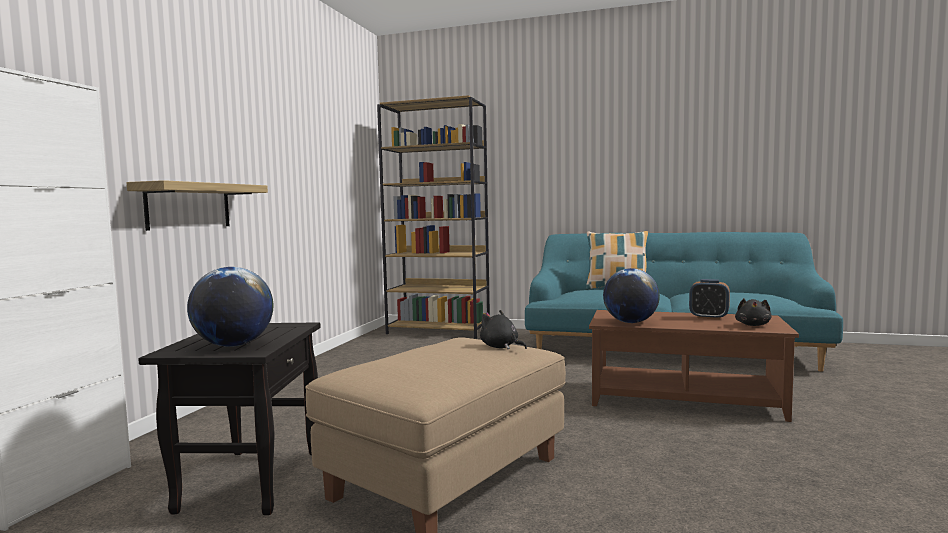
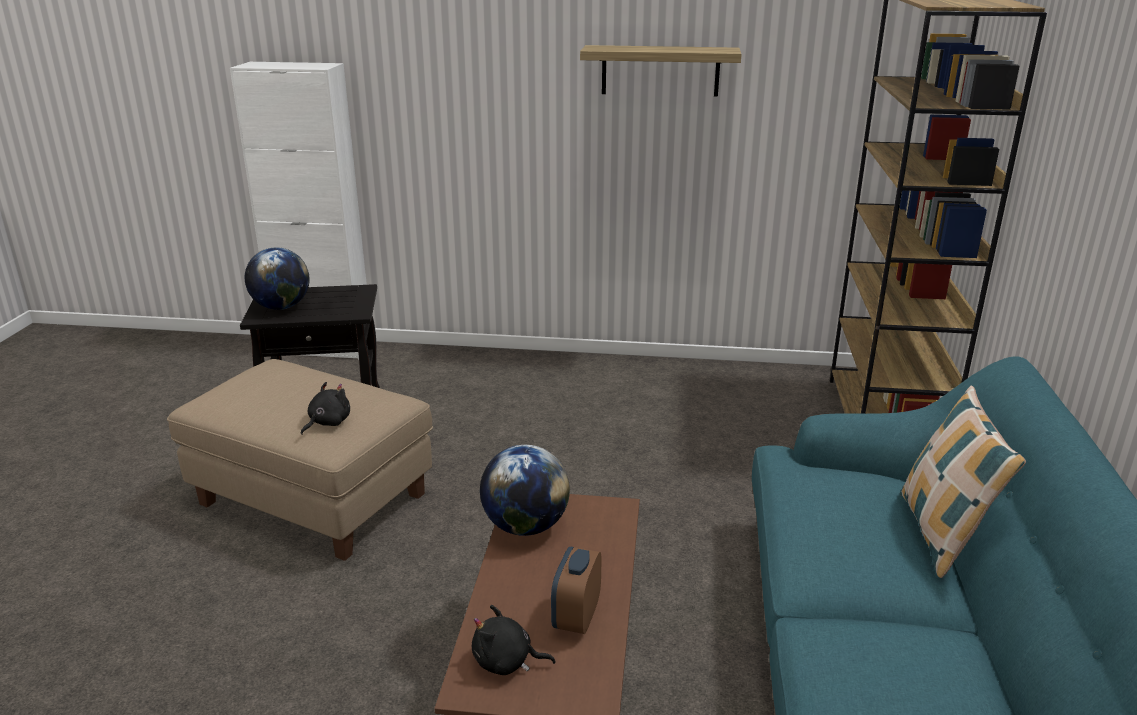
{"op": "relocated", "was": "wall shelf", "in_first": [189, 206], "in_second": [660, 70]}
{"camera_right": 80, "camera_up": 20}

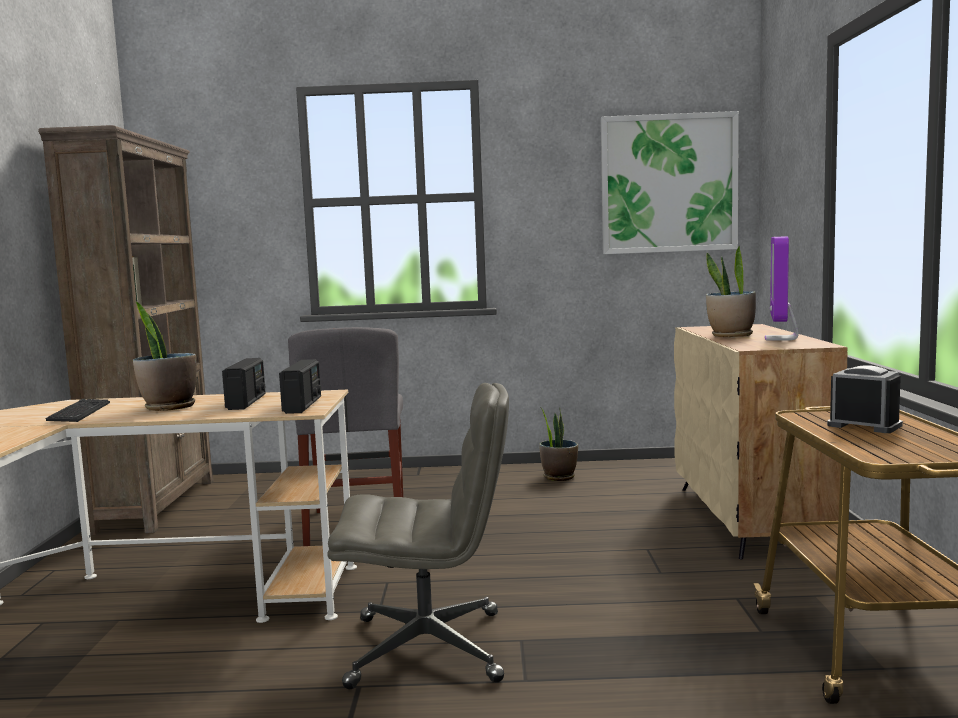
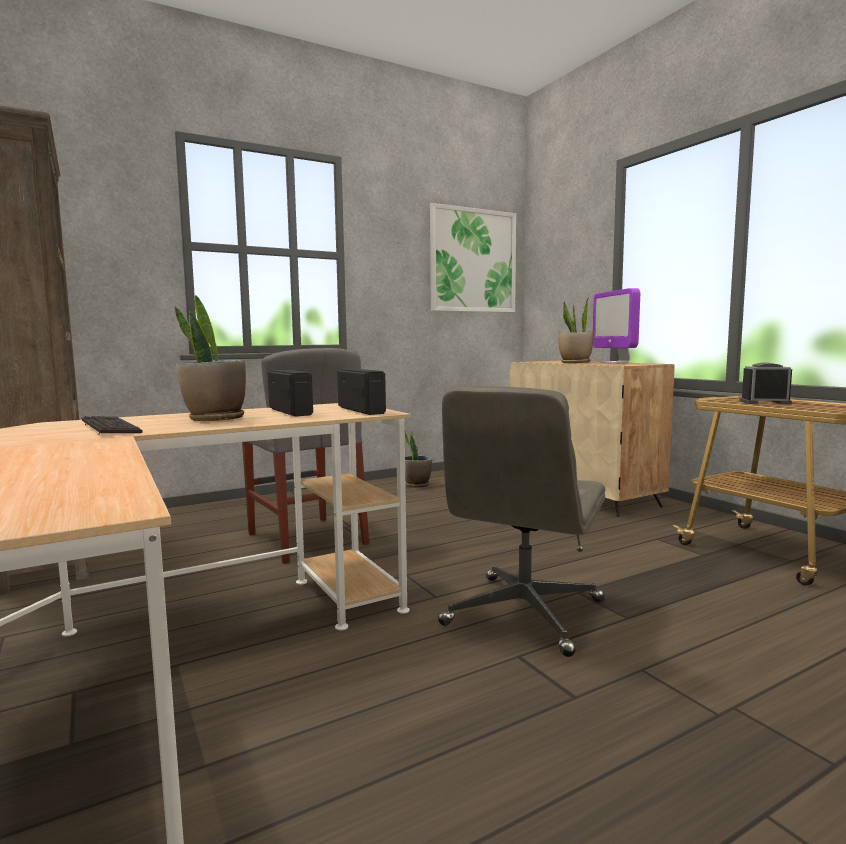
{"op": "spun", "was": "grey office chair", "in_first": [429, 648], "in_second": [524, 614], "clockwise": 150}
{"camera_right": -30, "camera_up": 0}

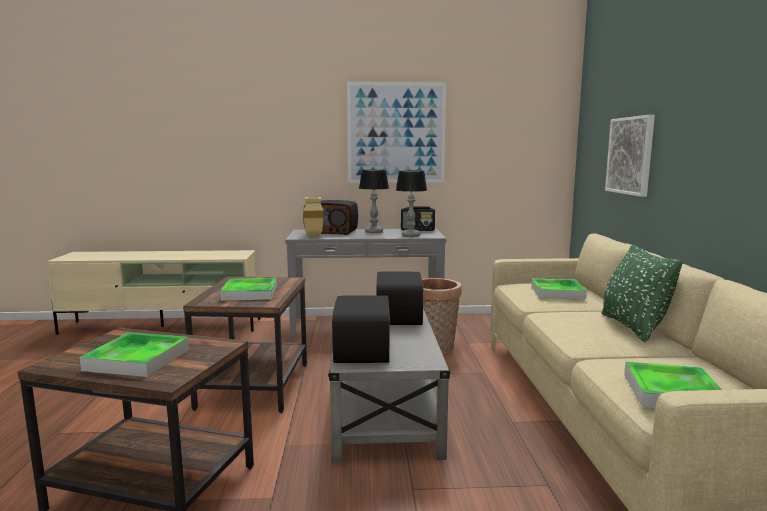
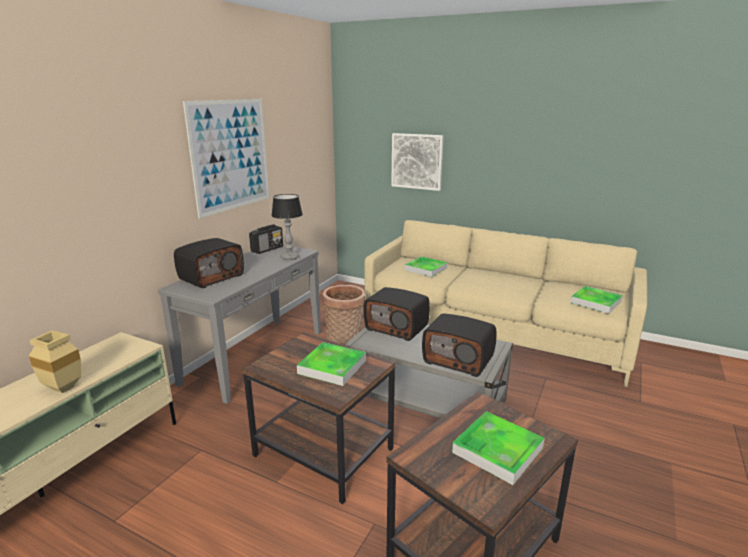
{"op": "missing", "was": "table lamp", "in_first": [373, 232]}
{"op": "relocated", "was": "sand-coloured flower vase", "in_first": [313, 236], "in_second": [61, 388]}
{"op": "missing", "was": "green-coloured pillow", "in_first": [633, 327]}
{"camera_right": -60, "camera_up": 10}

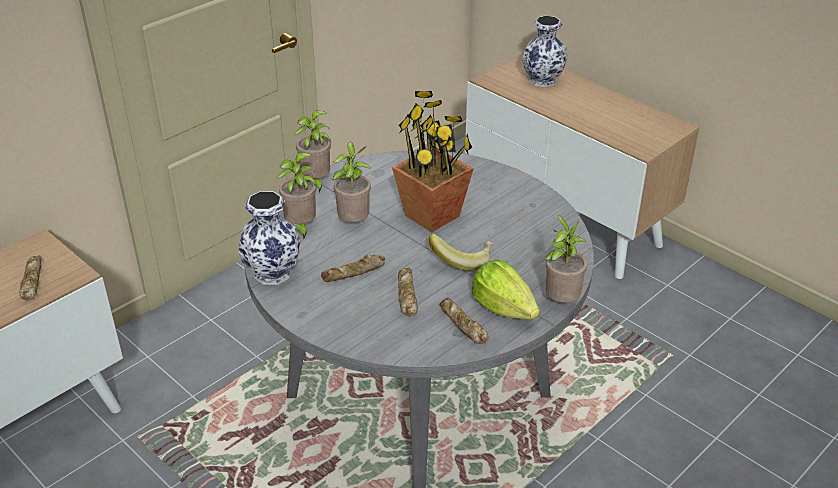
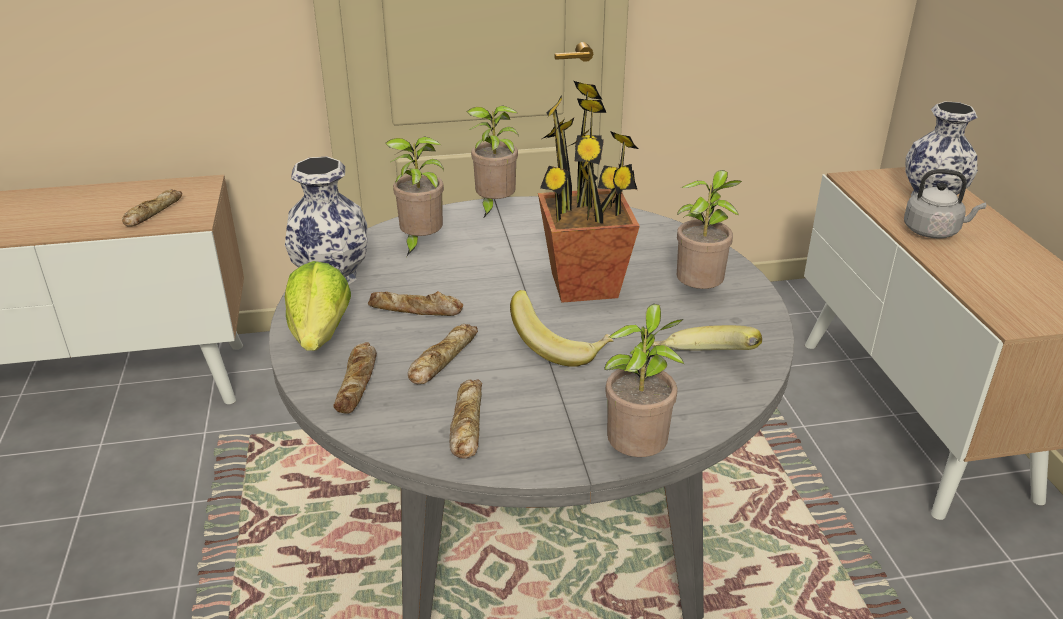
{"op": "relocated", "was": "potted plant", "in_first": [354, 222], "in_second": [700, 292]}
{"op": "relocated", "was": "lettuce head", "in_first": [503, 308], "in_second": [320, 334]}
{"op": "appeared", "now": "grey water kettle", "in_second": [934, 231]}
{"op": "appeared", "now": "whole banana", "in_second": [702, 364]}
{"op": "appeared", "now": "bread", "in_second": [357, 383]}
{"camera_right": 35, "camera_up": -5}

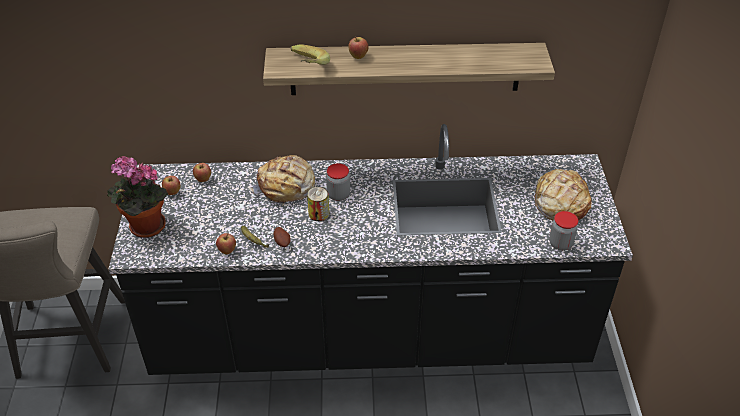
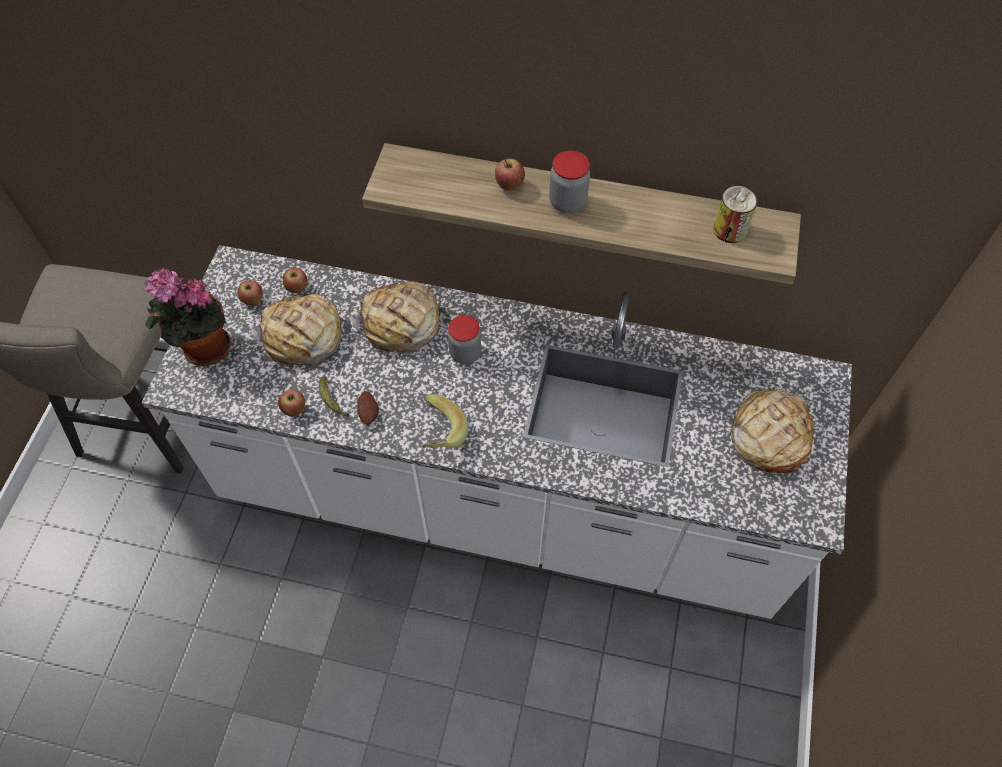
{"op": "relocated", "was": "whole banana", "in_first": [306, 67], "in_second": [437, 432]}
{"op": "colour", "was": "black-coloured counter", "now": "white counter", "in_first": [370, 335], "in_second": [501, 500]}
{"op": "relocated", "was": "sealed can", "in_first": [319, 214], "in_second": [730, 229]}
{"op": "relocated", "was": "preserve jar", "in_first": [560, 244], "in_second": [567, 202]}
{"op": "appeared", "now": "bread", "in_second": [302, 338]}
{"camera_right": 15, "camera_up": 15}

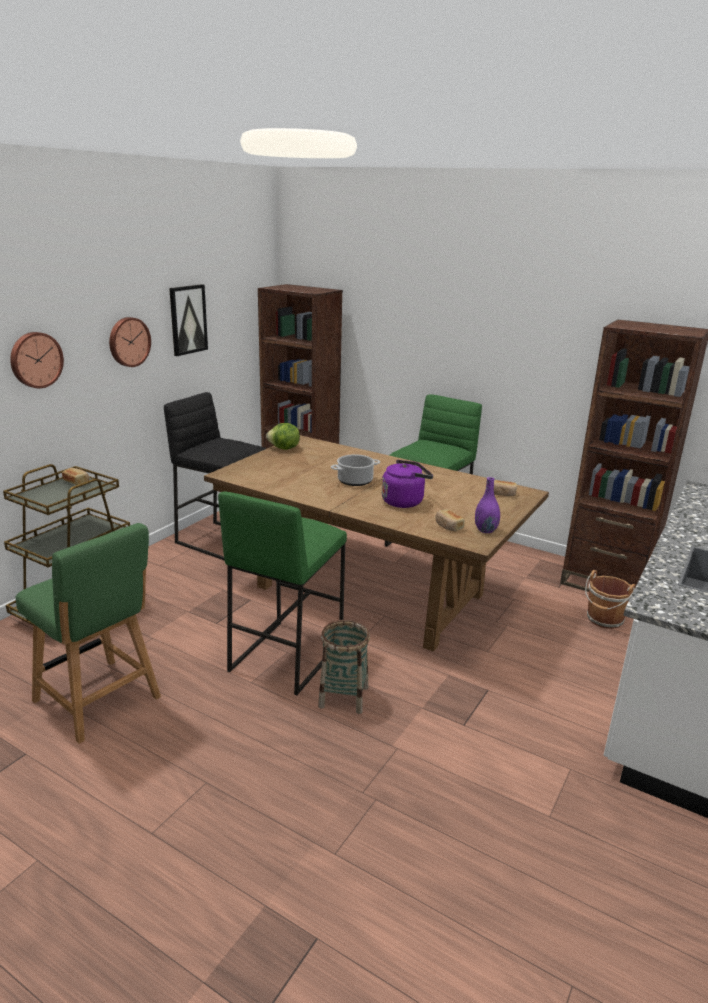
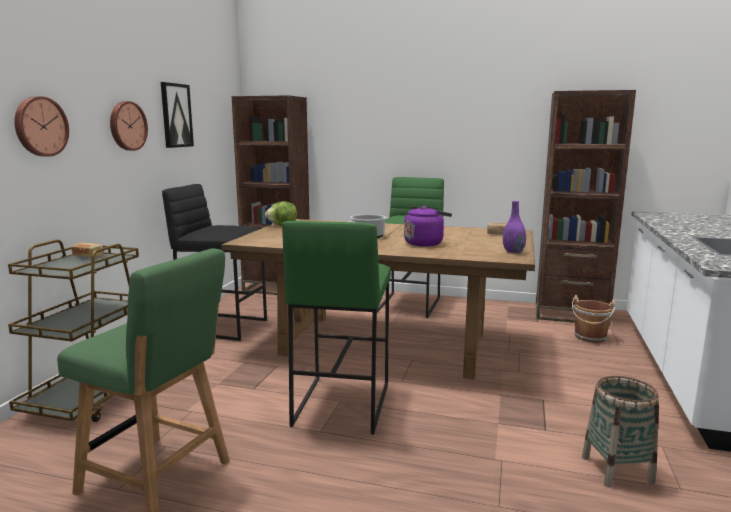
{"op": "missing", "was": "bread", "in_first": [448, 526]}
{"op": "relocated", "was": "basket", "in_first": [343, 697], "in_second": [617, 469]}
{"camera_right": -15, "camera_up": -10}

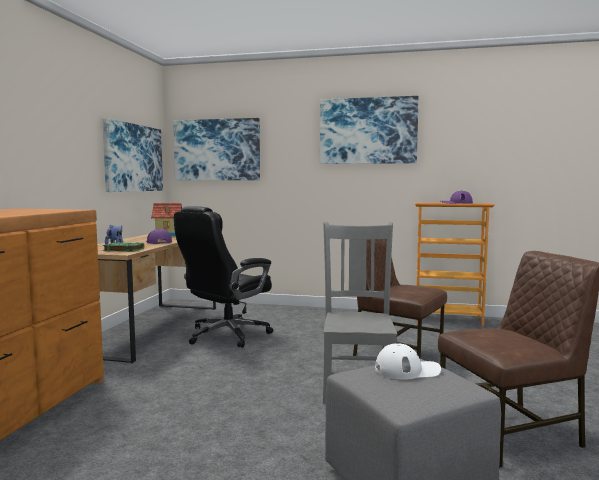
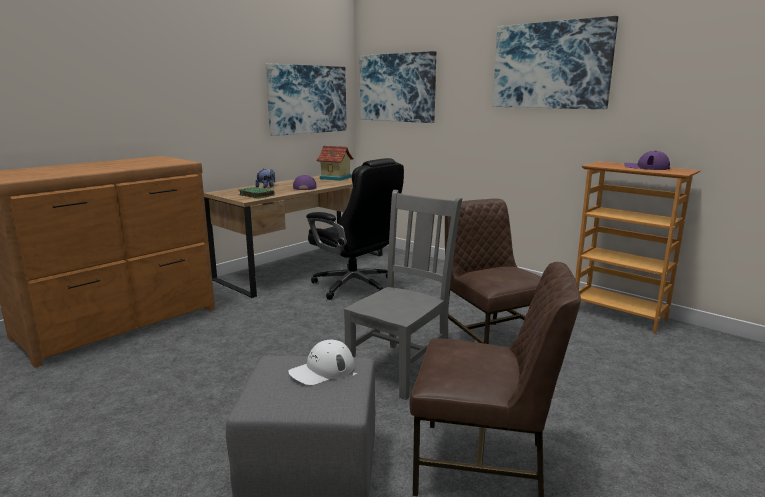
{"op": "spun", "was": "black-coloured office chair", "in_first": [226, 335], "in_second": [355, 286], "clockwise": -120}
{"op": "spun", "was": "white peaked cap", "in_first": [407, 370], "in_second": [322, 370], "clockwise": 120}
{"camera_right": 30, "camera_up": 10}

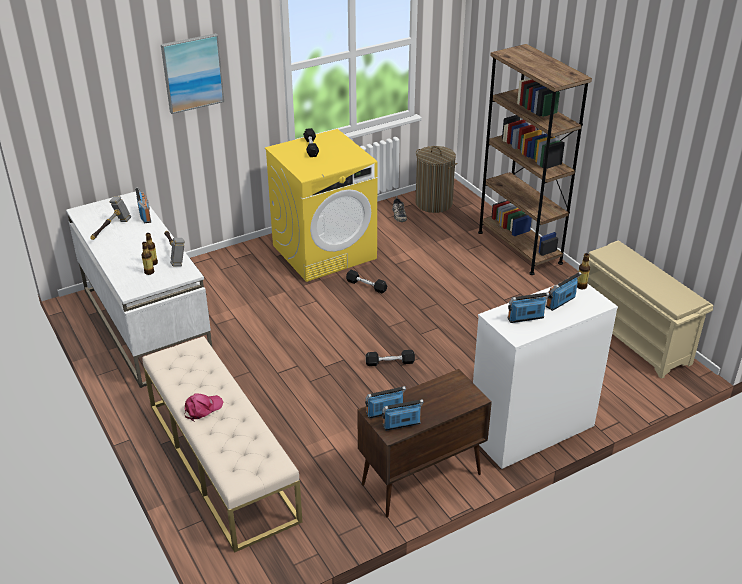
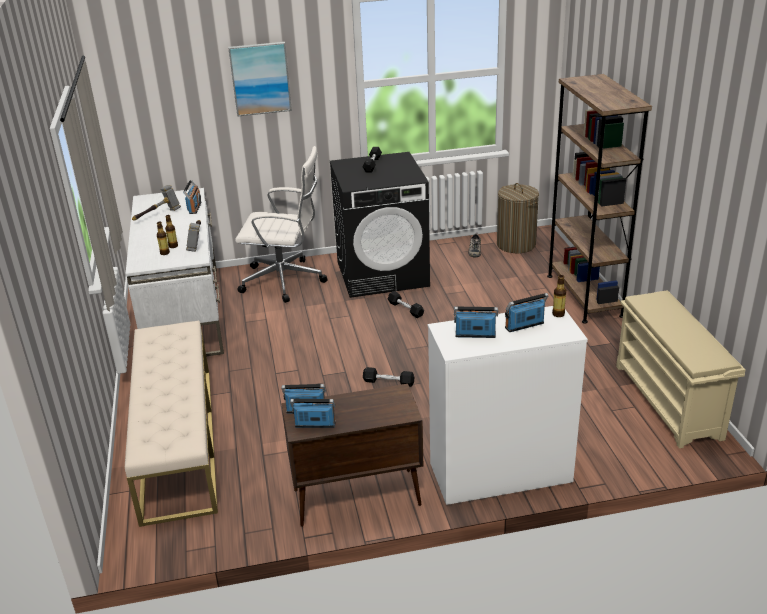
{"op": "colour", "was": "yellowish washing machine", "now": "black-coloured washing machine", "in_first": [324, 251], "in_second": [383, 274]}
{"op": "missing", "was": "pinkish peaked cap", "in_first": [202, 409]}
{"op": "appeared", "now": "white office chair", "in_second": [285, 281]}
{"camera_right": 20, "camera_up": -5}

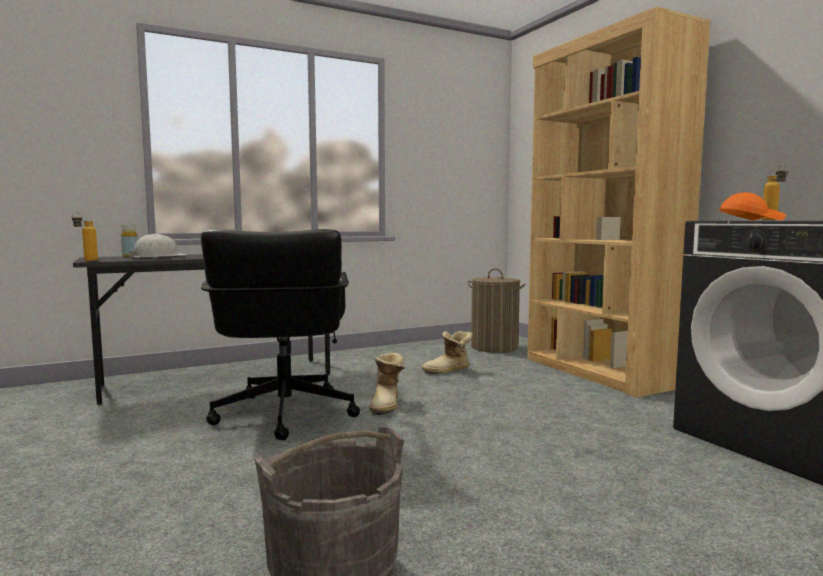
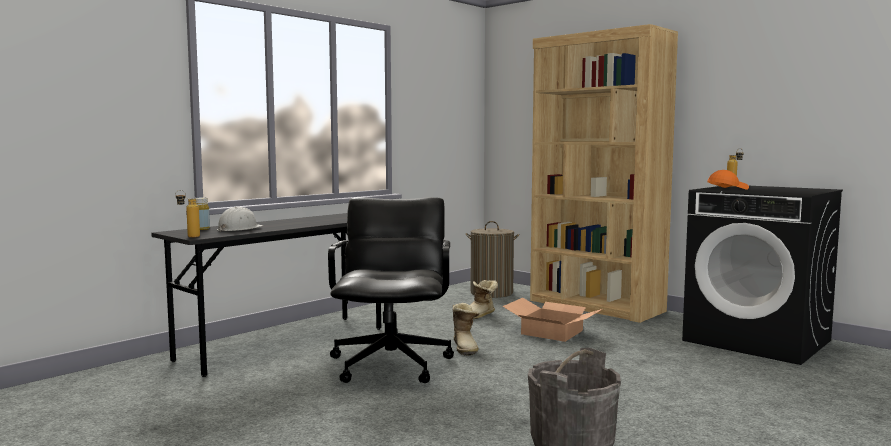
{"op": "spun", "was": "black-coloured office chair", "in_first": [284, 414], "in_second": [392, 364], "clockwise": -150}
{"op": "appeared", "now": "packing box", "in_second": [553, 332]}
{"camera_right": -20, "camera_up": 0}

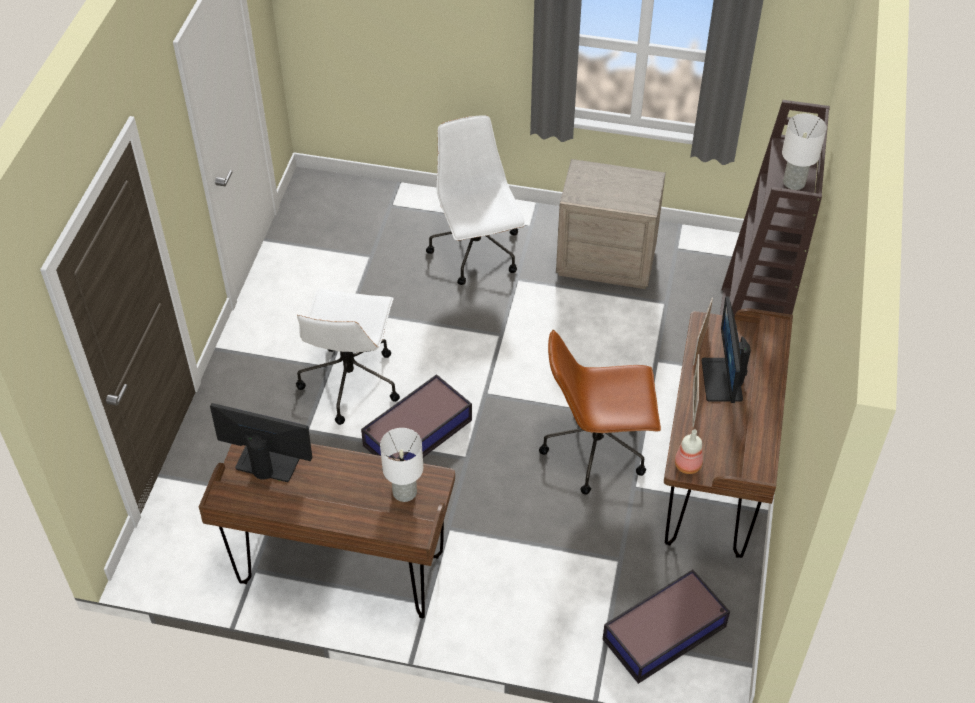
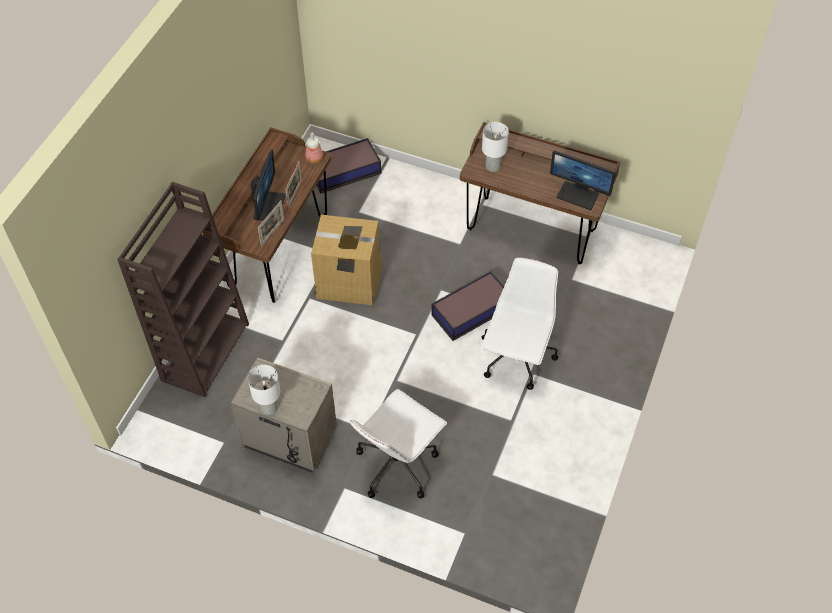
{"op": "relocated", "was": "white table lamp", "in_first": [794, 183], "in_second": [269, 407]}
{"op": "spun", "was": "white office chair", "in_first": [477, 253], "in_second": [397, 464], "clockwise": 45}
{"op": "exchanged", "was": "brown-coloured office chair", "now": "packing box", "in_first": [597, 449], "in_second": [348, 281]}
{"camera_right": -170, "camera_up": 5}

